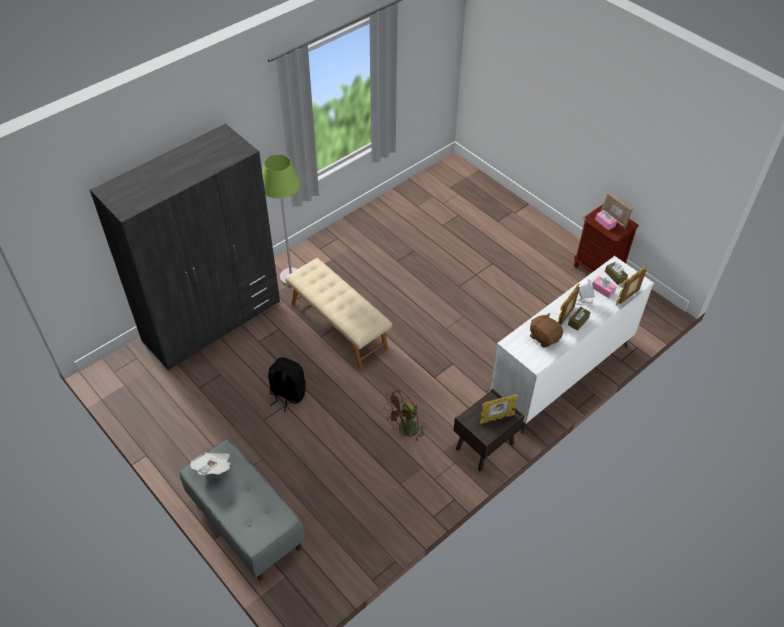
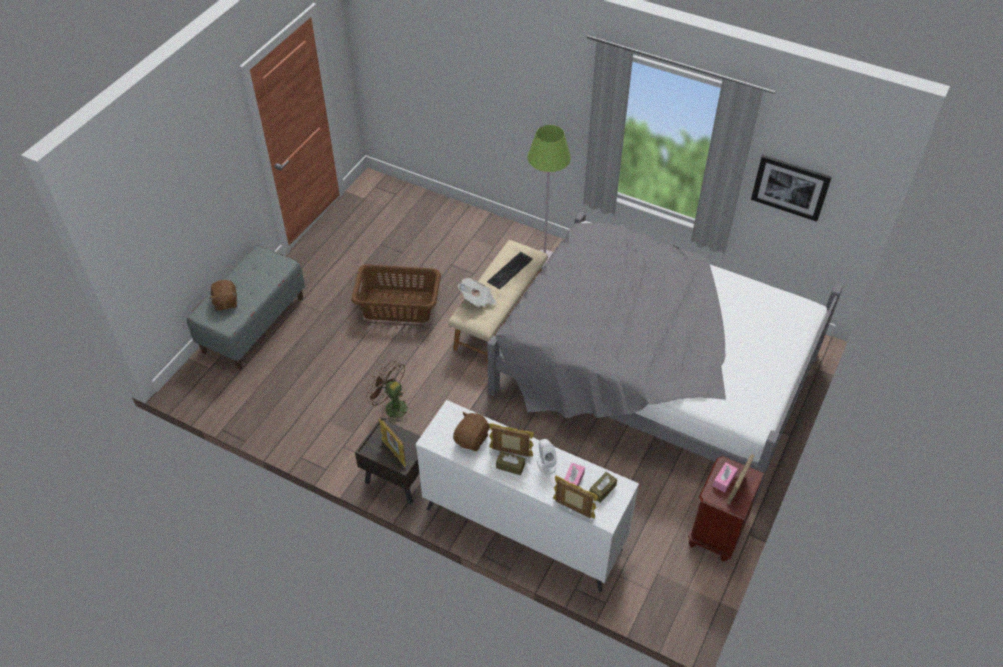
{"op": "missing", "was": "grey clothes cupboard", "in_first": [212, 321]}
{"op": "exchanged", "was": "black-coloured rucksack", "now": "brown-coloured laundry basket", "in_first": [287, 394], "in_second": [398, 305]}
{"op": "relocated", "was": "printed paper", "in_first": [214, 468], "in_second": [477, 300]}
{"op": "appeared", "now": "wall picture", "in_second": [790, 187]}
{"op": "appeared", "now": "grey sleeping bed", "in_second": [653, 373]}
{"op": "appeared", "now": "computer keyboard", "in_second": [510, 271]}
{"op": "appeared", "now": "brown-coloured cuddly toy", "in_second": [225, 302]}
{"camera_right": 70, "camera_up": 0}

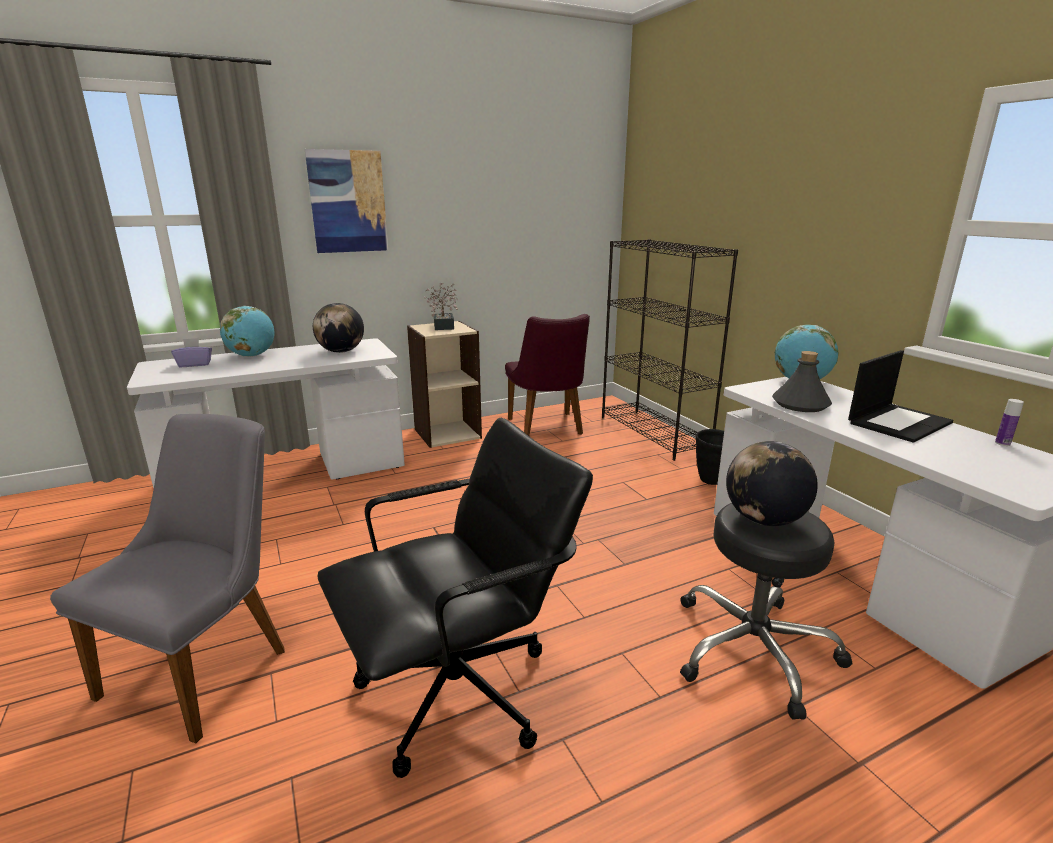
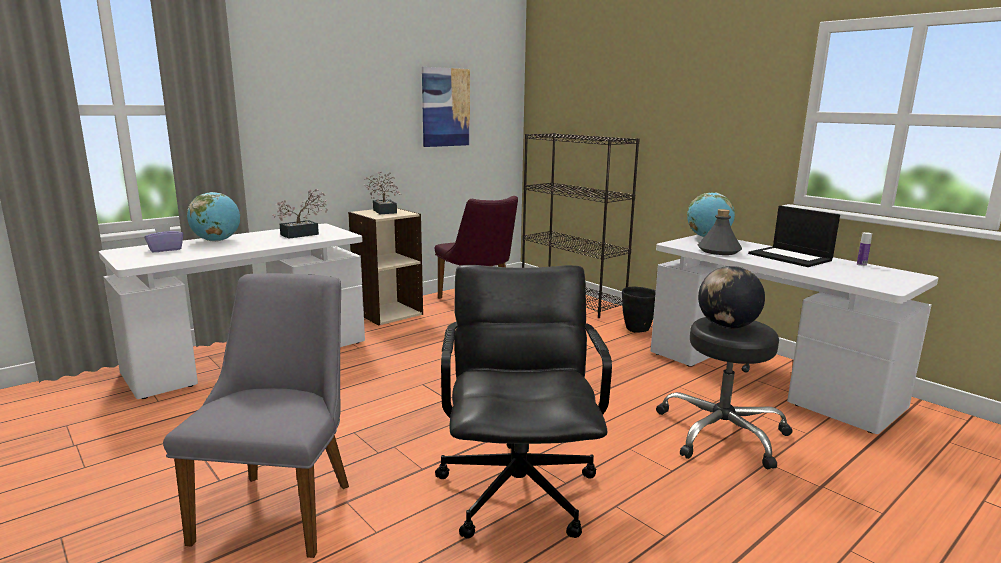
{"op": "relocated", "was": "wall picture", "in_first": [348, 202], "in_second": [446, 107]}
{"op": "exchanged", "was": "globe", "now": "potted plant", "in_first": [341, 351], "in_second": [304, 234]}
{"op": "spun", "was": "notebook computer", "in_first": [898, 422], "in_second": [791, 257], "clockwise": 105}
{"op": "spun", "was": "black-coloured office chair", "in_first": [459, 693], "in_second": [519, 491], "clockwise": -45}
{"camera_right": -15, "camera_up": -5}

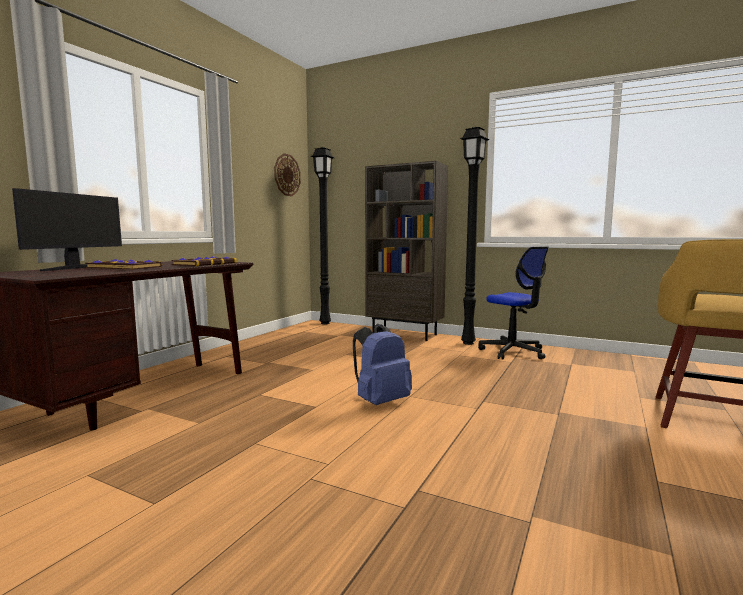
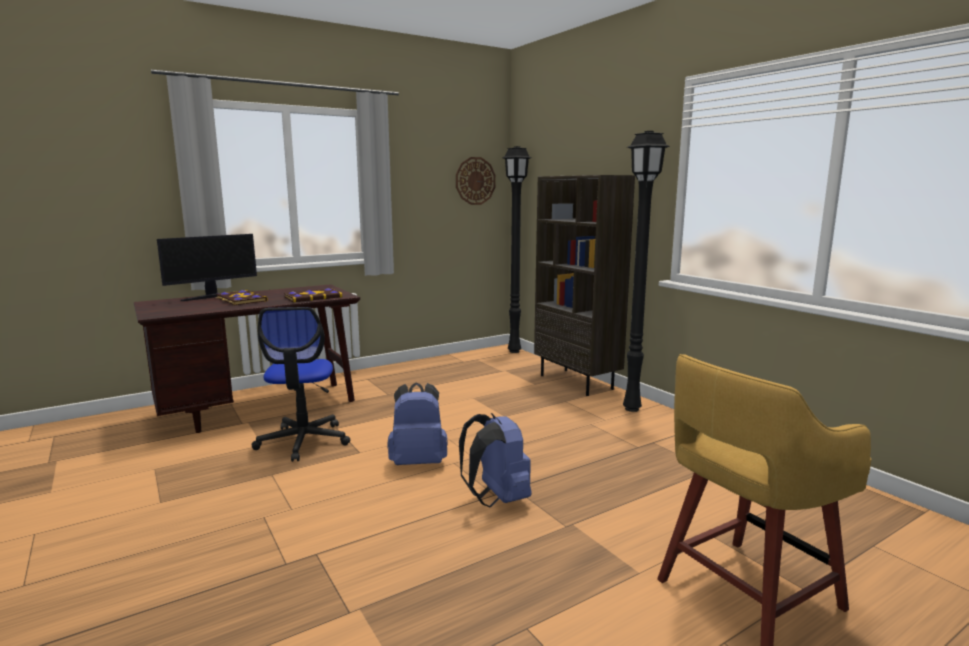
{"op": "relocated", "was": "office chair", "in_first": [513, 352], "in_second": [303, 441]}
{"op": "appeared", "now": "blue-coloured rucksack", "in_second": [497, 499]}
{"camera_right": 30, "camera_up": 5}

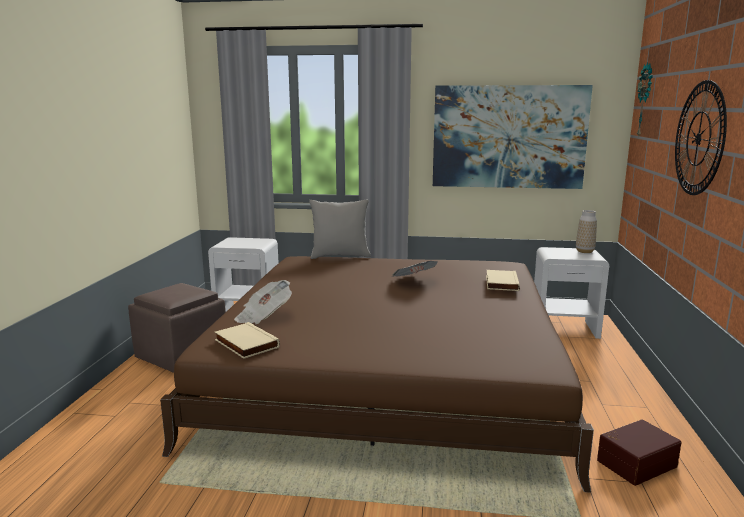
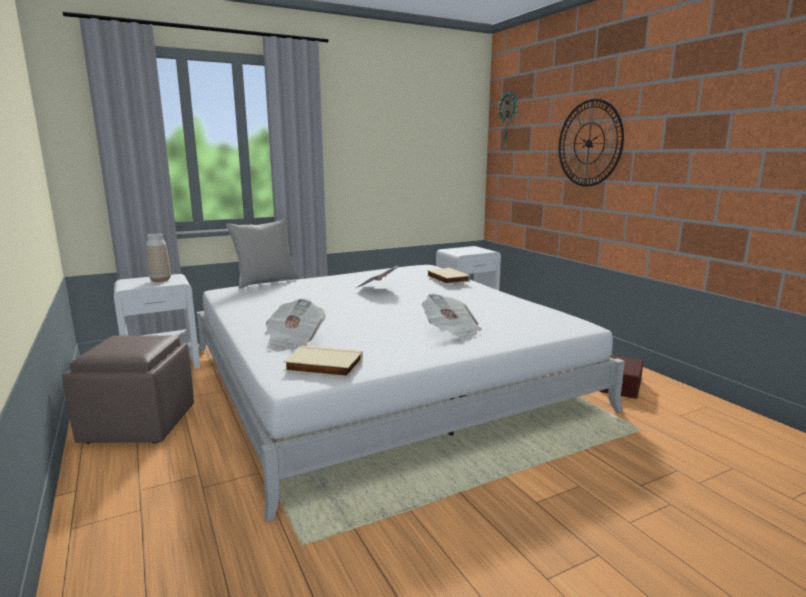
{"op": "missing", "was": "wall picture", "in_first": [508, 137]}
{"op": "relocated", "was": "flower vase", "in_first": [584, 251], "in_second": [160, 280]}
{"op": "colour", "was": "brown-coloured sleeping bed", "now": "white sleeping bed", "in_first": [388, 371], "in_second": [382, 377]}
{"op": "appeared", "now": "printed paper", "in_second": [451, 332]}
{"camera_right": -35, "camera_up": 0}

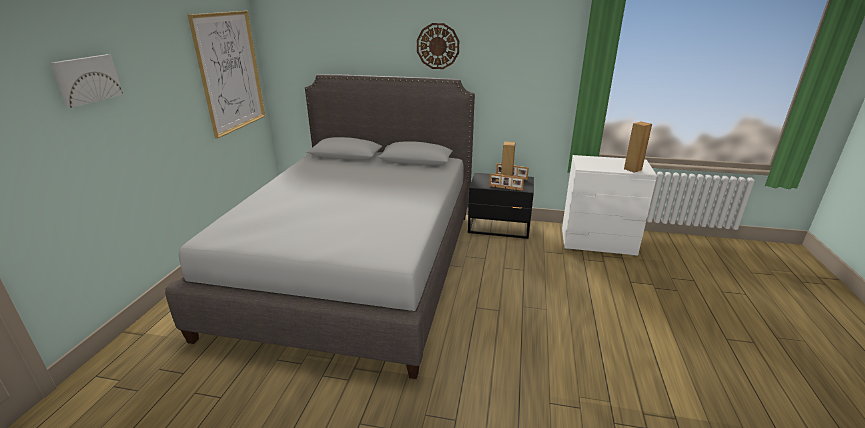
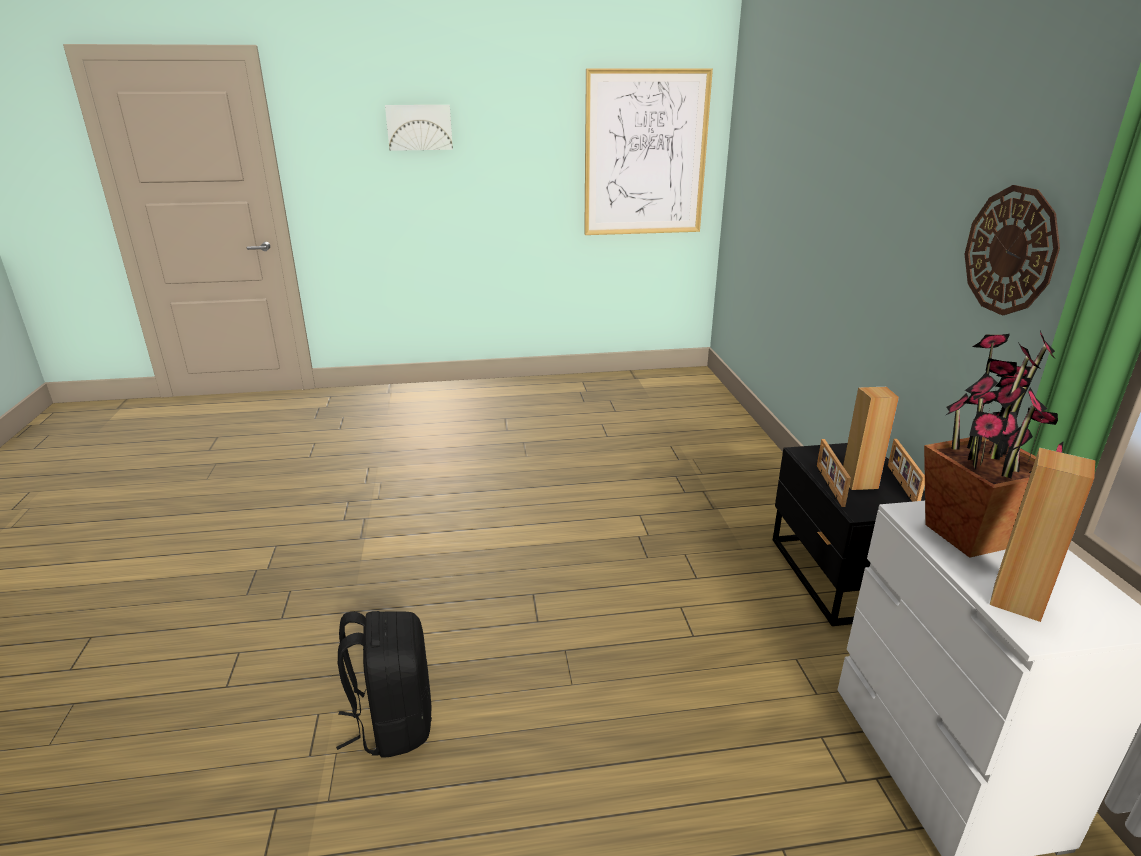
{"op": "relocated", "was": "wall clock", "in_first": [438, 46], "in_second": [1010, 251]}
{"op": "missing", "was": "grey sleeping bed", "in_first": [357, 266]}
{"op": "appeared", "now": "potted plant", "in_second": [969, 536]}
{"op": "appeared", "now": "black-coloured rucksack", "in_second": [393, 723]}
{"camera_right": 70, "camera_up": 0}

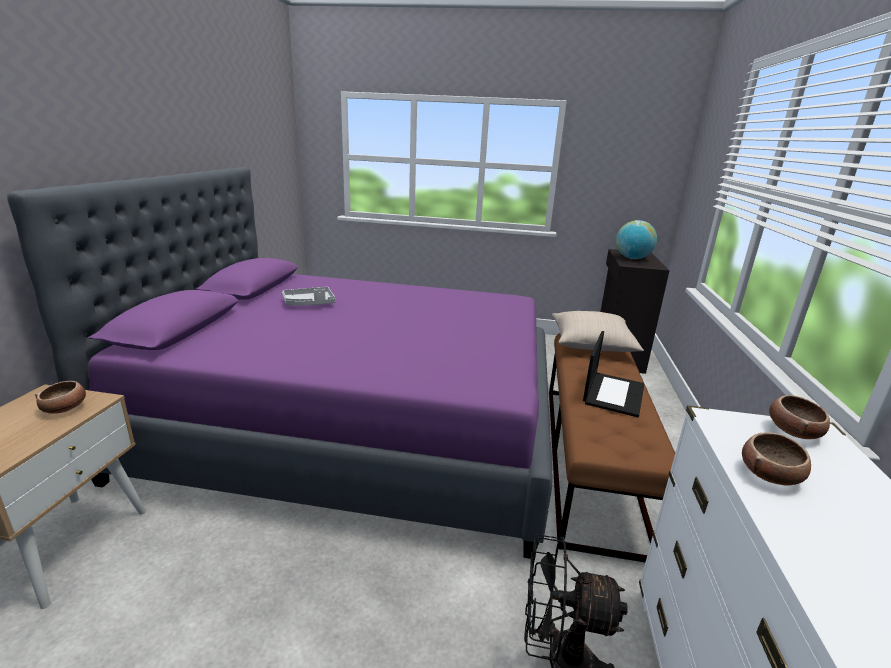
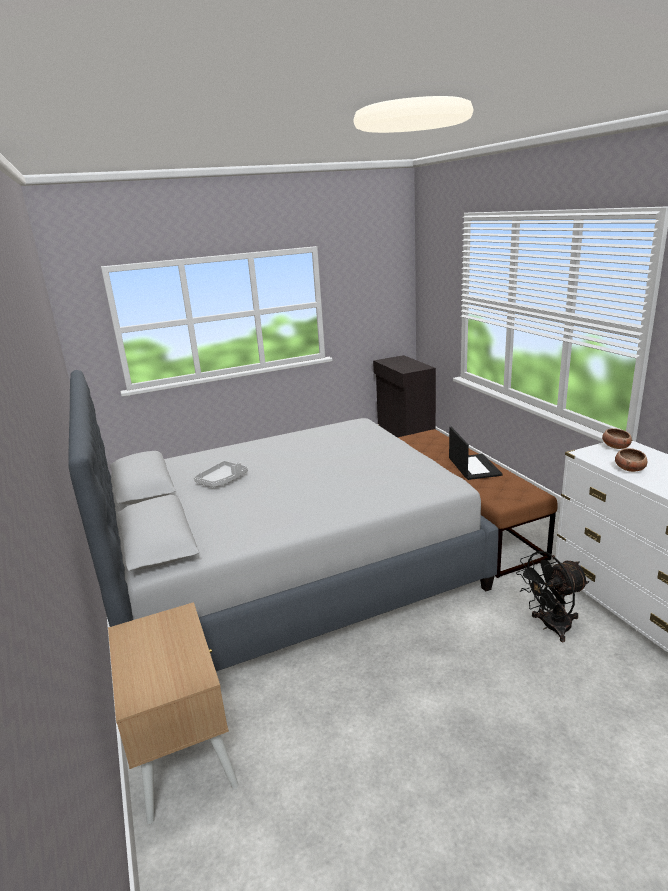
{"op": "colour", "was": "purple sleeping bed", "now": "grey sleeping bed", "in_first": [356, 425], "in_second": [288, 571]}
{"op": "missing", "was": "globe", "in_first": [632, 258]}
{"op": "missing", "was": "sand-coloured pillow", "in_first": [591, 344]}
{"op": "missing", "was": "deep dish", "in_first": [65, 409]}
{"camera_right": -30, "camera_up": 0}

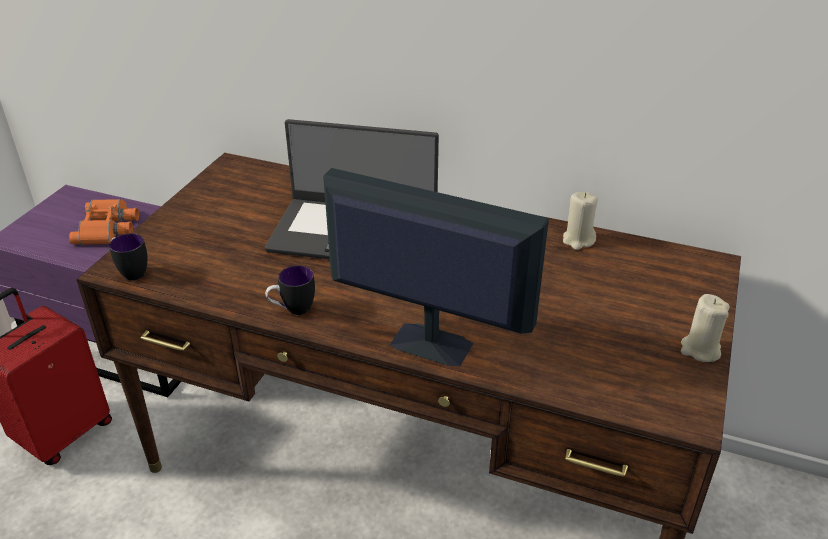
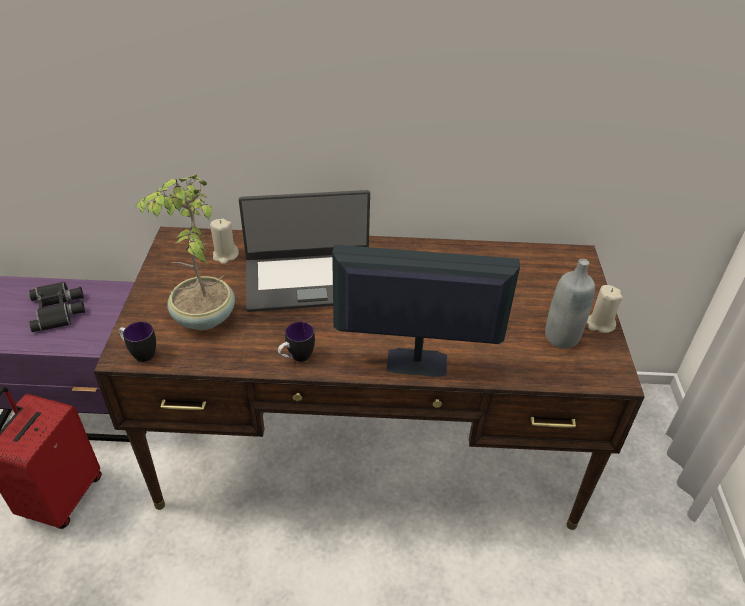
{"op": "relocated", "was": "sand-coloured wax candle", "in_first": [578, 240], "in_second": [225, 255]}
{"op": "colour", "was": "orangey field glasses", "now": "black-coloured field glasses", "in_first": [108, 228], "in_second": [59, 309]}
{"op": "appeared", "now": "potted plant", "in_second": [202, 318]}
{"op": "appeared", "now": "grey drink bottle", "in_second": [561, 338]}
{"camera_right": -20, "camera_up": 5}

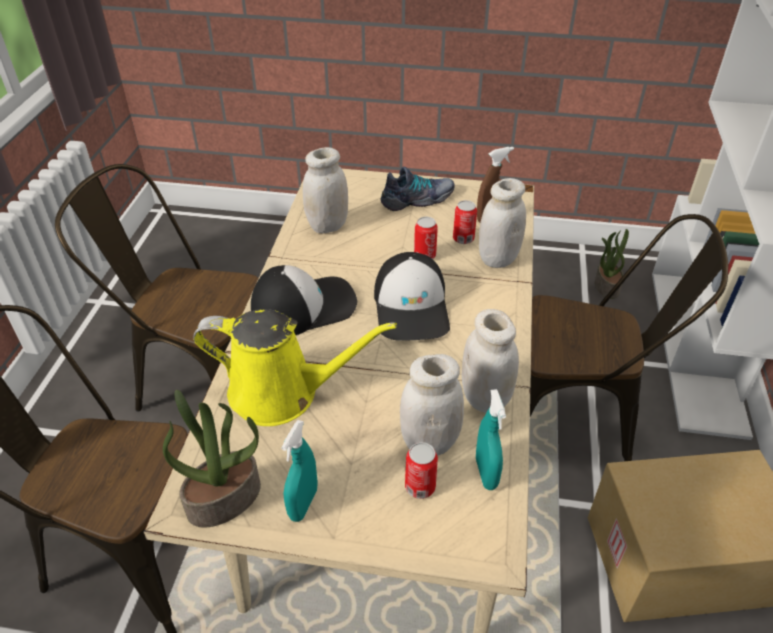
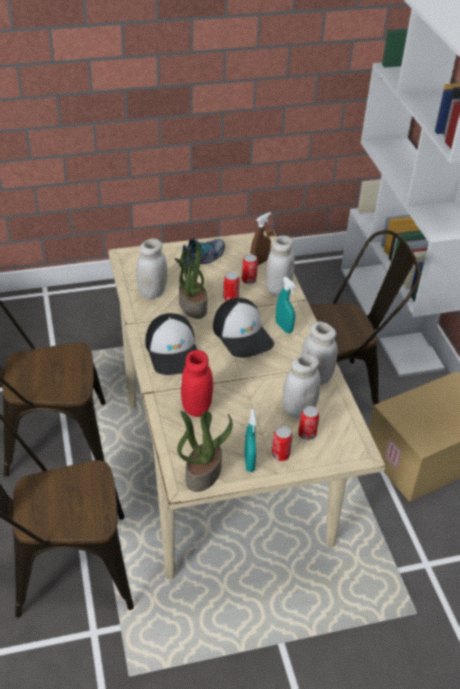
{"op": "relocated", "was": "potted plant", "in_first": [606, 286], "in_second": [192, 306]}
{"op": "spun", "was": "peaked cap", "in_first": [304, 306], "in_second": [173, 351], "clockwise": 120}
{"op": "exchanged", "was": "yellowish sprinkling can", "now": "reddish preserve jar", "in_first": [282, 393], "in_second": [196, 407]}
{"op": "relocated", "was": "turquoise hand sprayer", "in_first": [486, 473], "in_second": [284, 327]}
{"op": "appeared", "now": "sealed can", "in_second": [280, 455]}
{"camera_right": -25, "camera_up": 0}

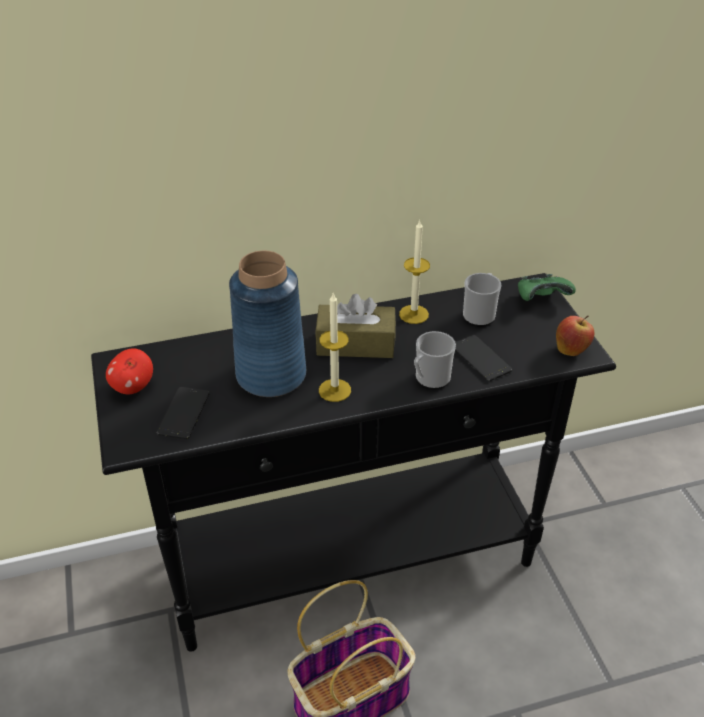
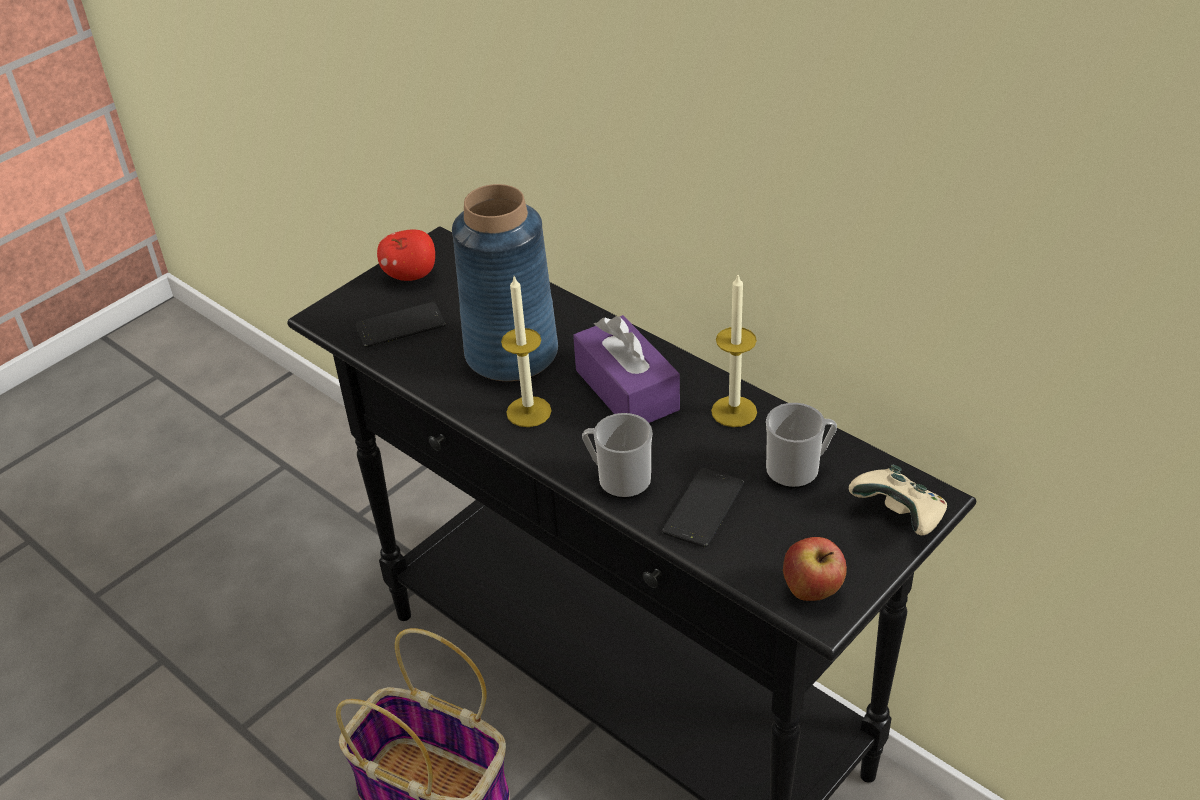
{"op": "colour", "was": "green-coloured gamepad", "now": "sand-coloured gamepad", "in_first": [541, 299], "in_second": [900, 516]}
{"op": "colour", "was": "brown-coloured tissue holder", "now": "purple tissue holder", "in_first": [355, 344], "in_second": [627, 390]}
{"camera_right": 60, "camera_up": 0}

